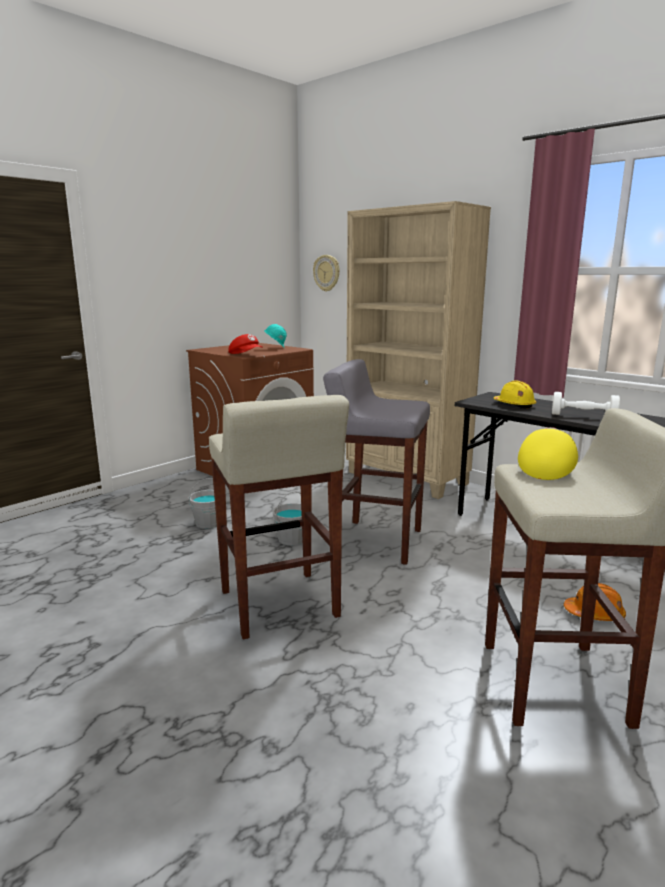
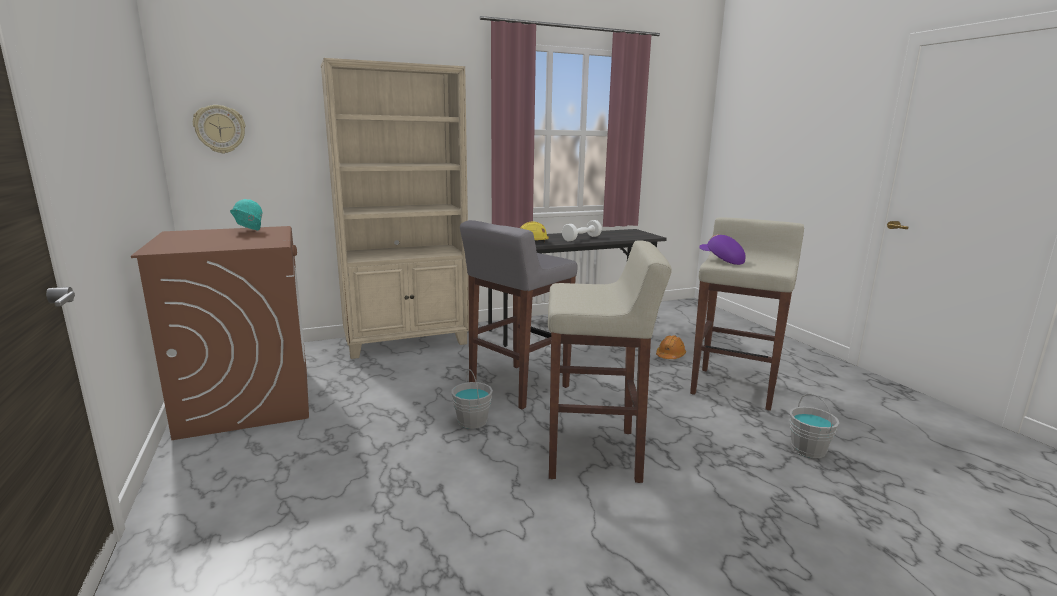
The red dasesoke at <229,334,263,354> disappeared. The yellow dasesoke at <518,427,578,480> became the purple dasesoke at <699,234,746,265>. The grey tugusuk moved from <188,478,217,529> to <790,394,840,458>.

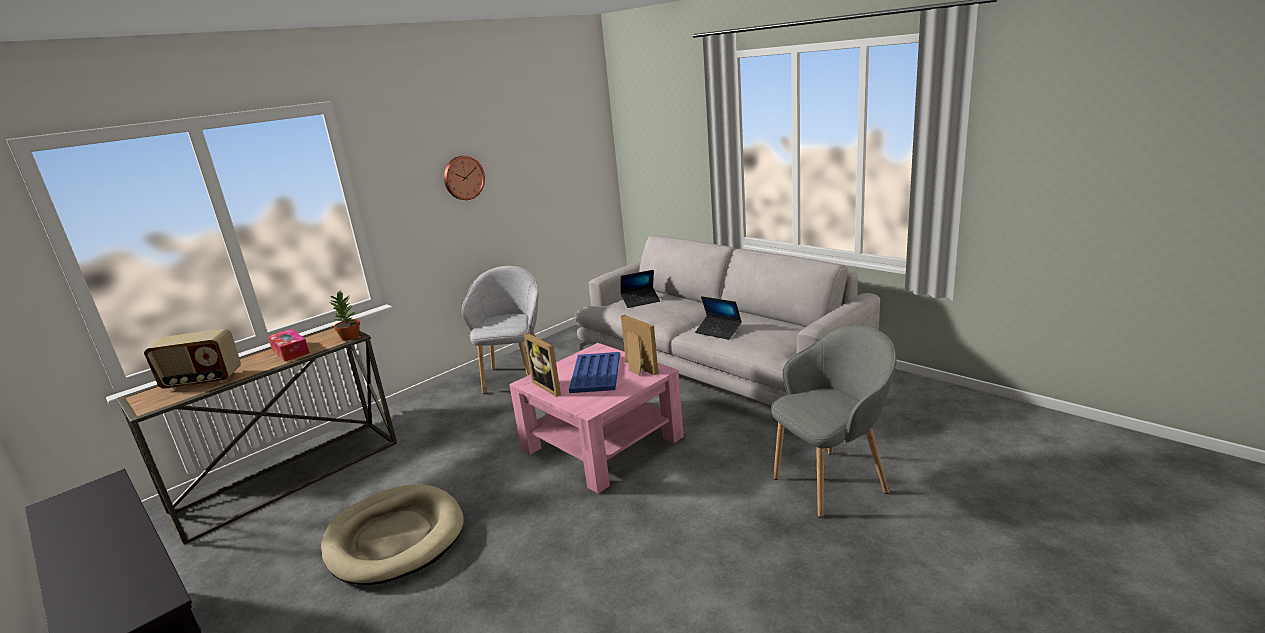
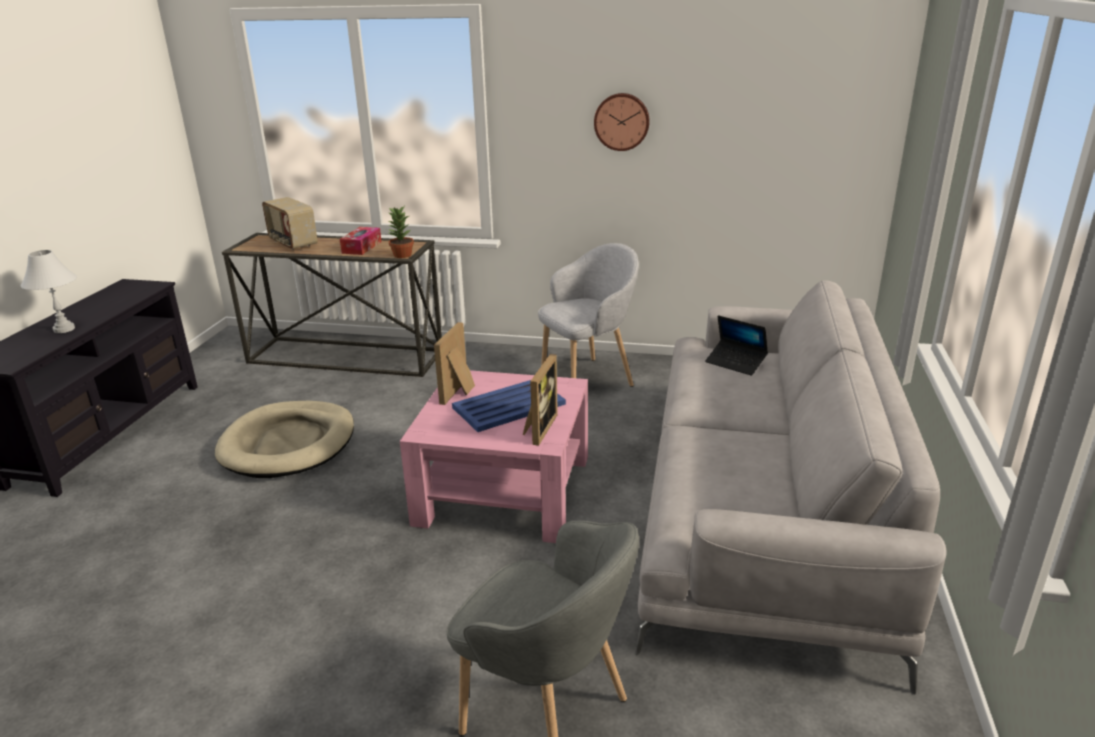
The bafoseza at <695,296,742,340> disappeared. The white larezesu at <21,250,77,333> appeared.

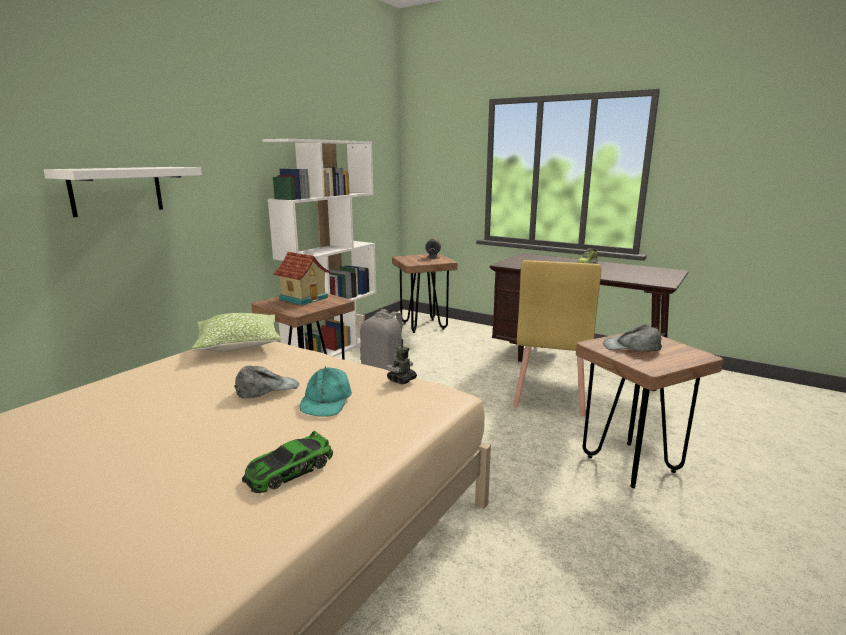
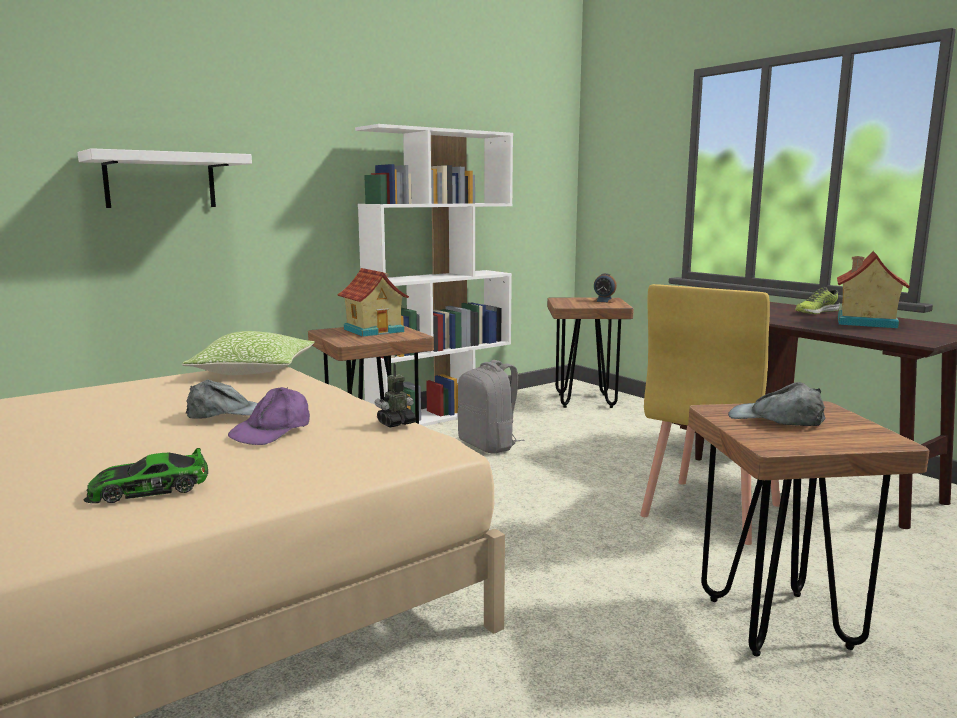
The turquoise dasesoke at <299,367,352,417> became the purple dasesoke at <228,387,310,445>. The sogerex at <837,251,910,328> appeared.

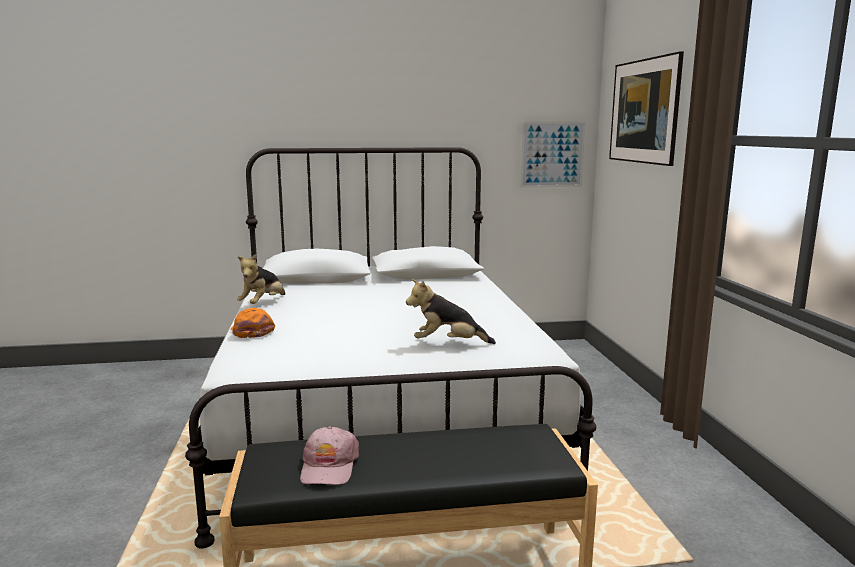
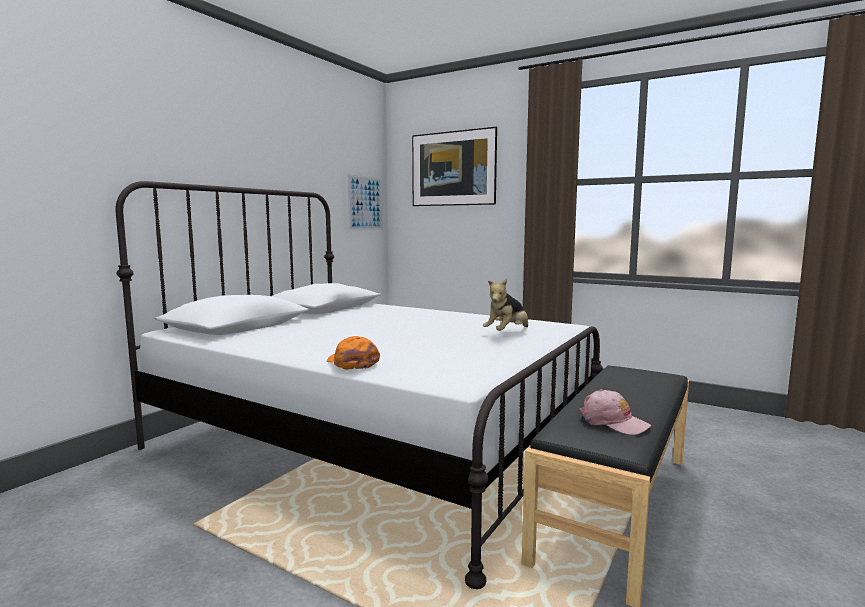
The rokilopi at <237,254,285,304> disappeared. The orange dasesoke at <231,308,275,338> turned 45 degrees clockwise.

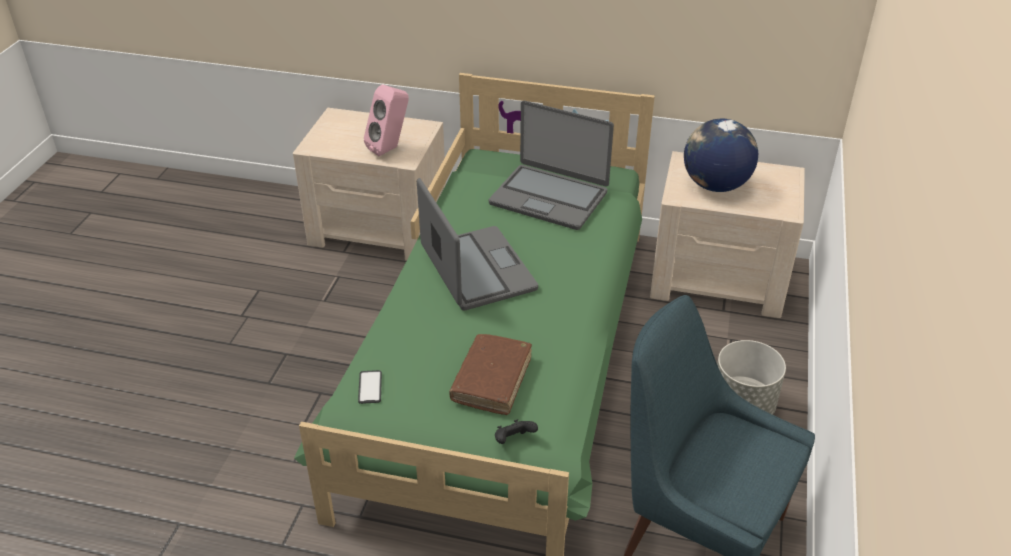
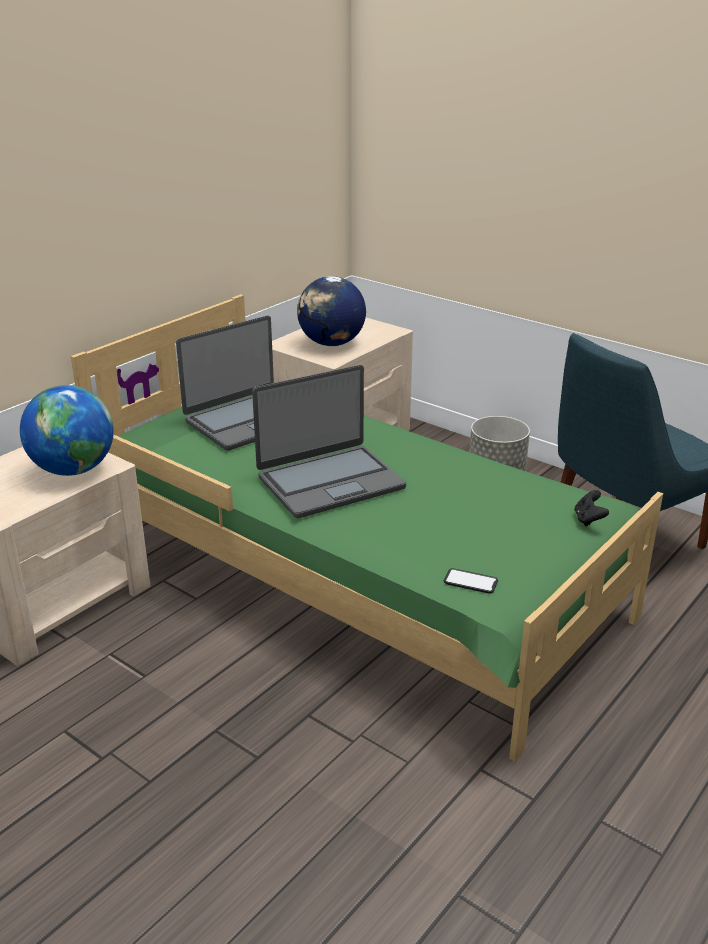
The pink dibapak at <364,84,409,156> was replaced by the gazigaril at <20,385,114,476>. The bafoseza at <417,178,538,311> turned 150 degrees clockwise. The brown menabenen at <449,334,532,415> disappeared.

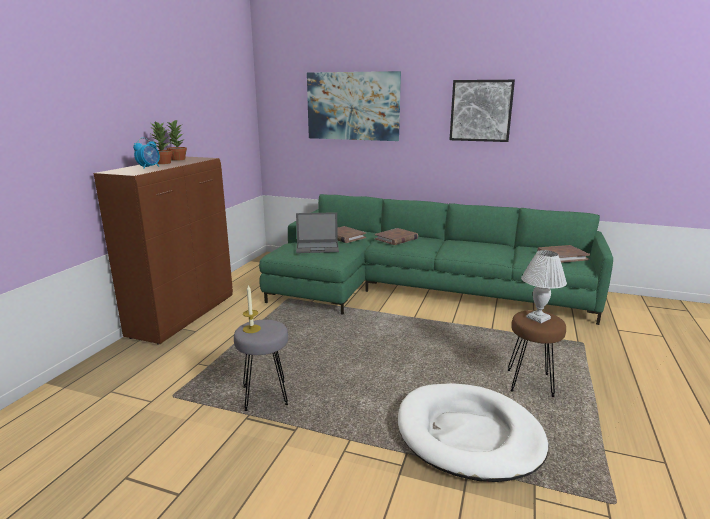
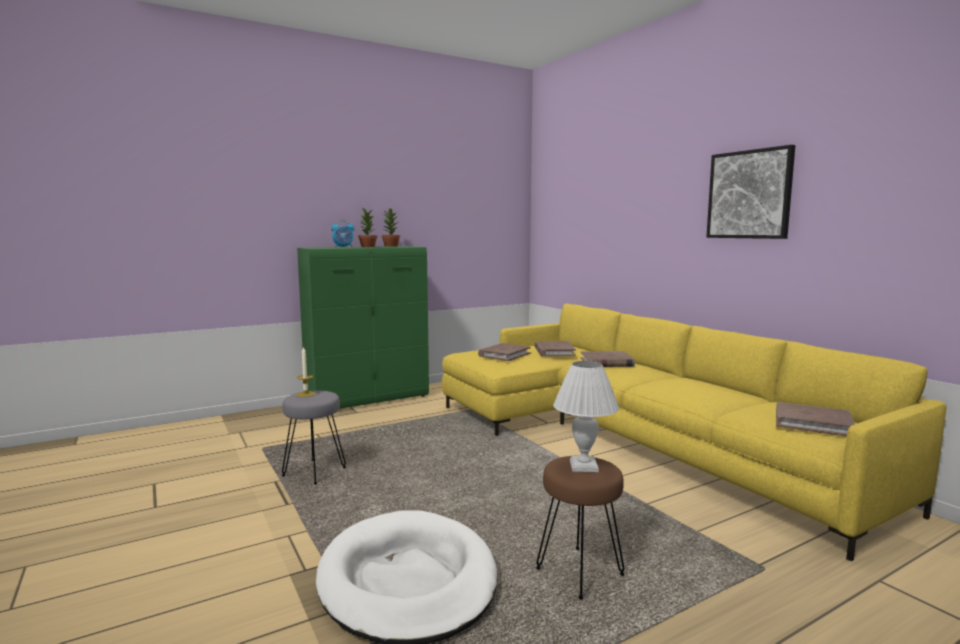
The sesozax at <307,71,401,141> disappeared. The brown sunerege at <93,156,233,345> became the green sunerege at <297,246,429,409>. The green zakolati at <259,194,613,325> became the yellow zakolati at <442,304,946,561>. The bafoseza at <296,212,339,253> was replaced by the brown menabenen at <478,343,531,361>.

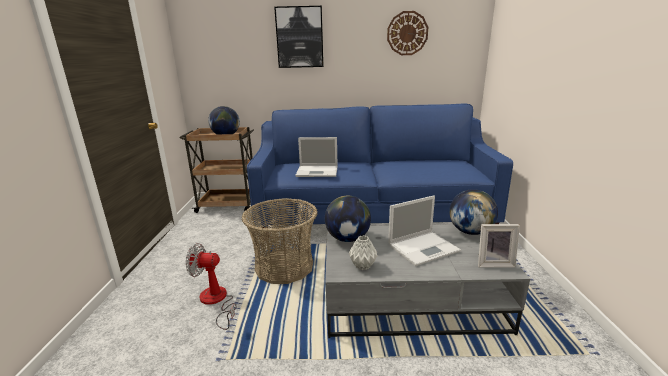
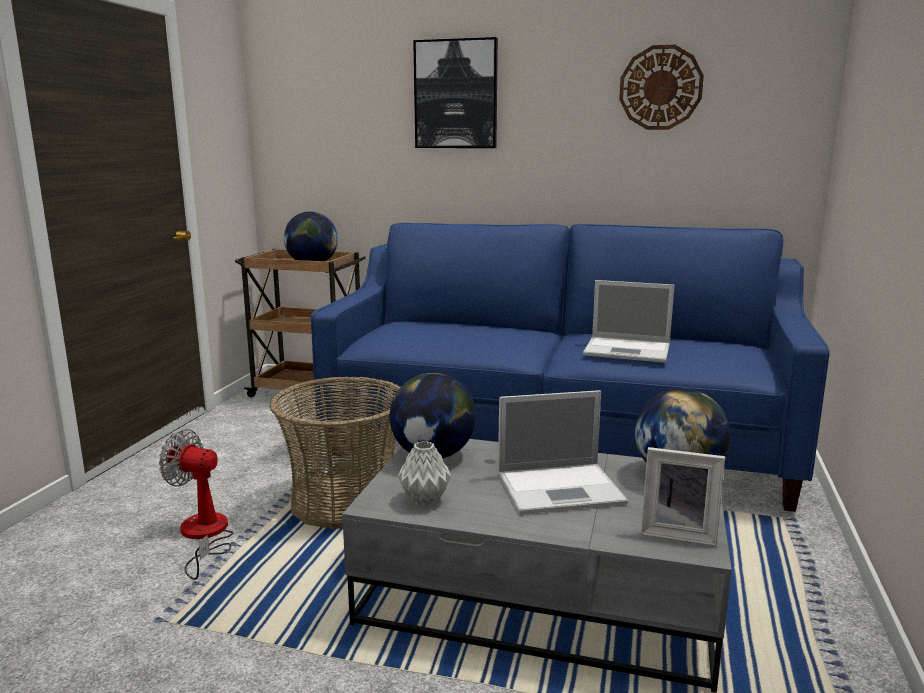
The bafoseza moved from <295,137,337,177> to <583,280,674,363>.

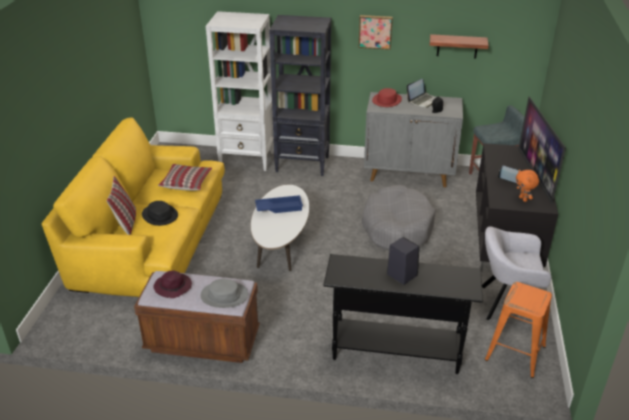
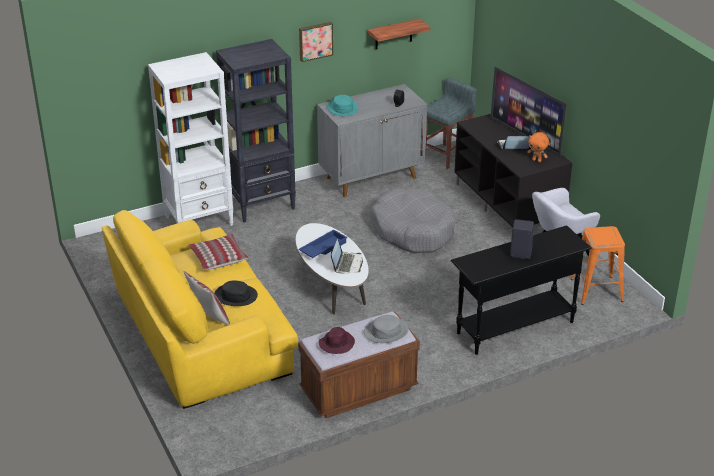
The bafoseza moved from <407,79,438,108> to <331,239,363,273>. The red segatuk at <372,88,402,107> became the turquoise segatuk at <327,95,358,116>.

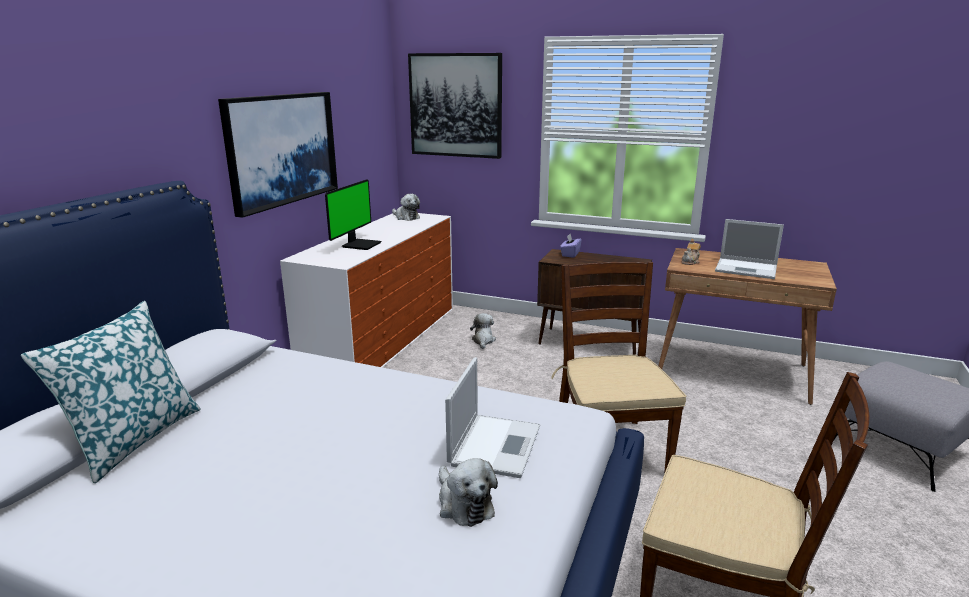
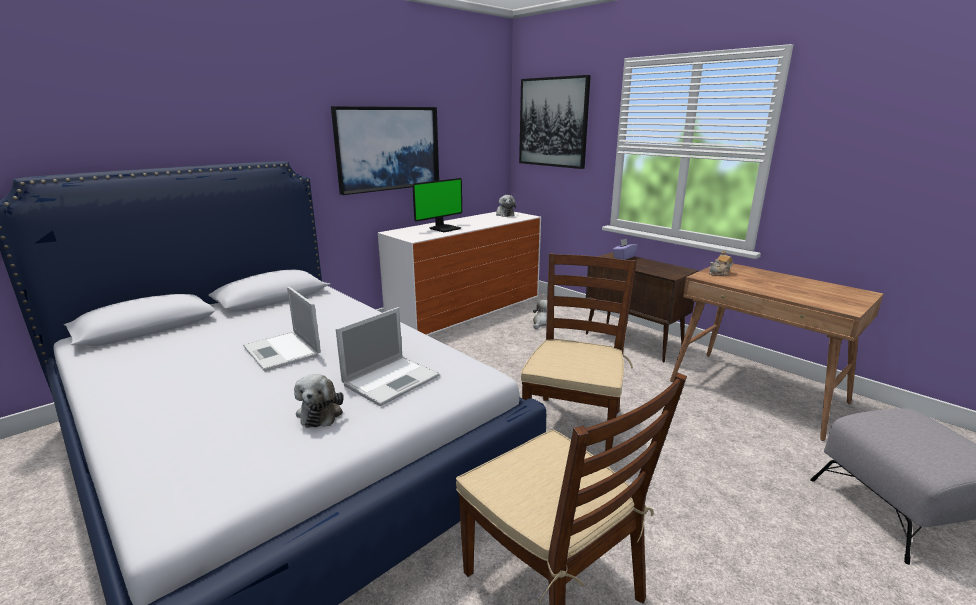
The bafoseza moved from <715,219,784,279> to <243,287,321,372>. The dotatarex at <21,301,201,483> disappeared.

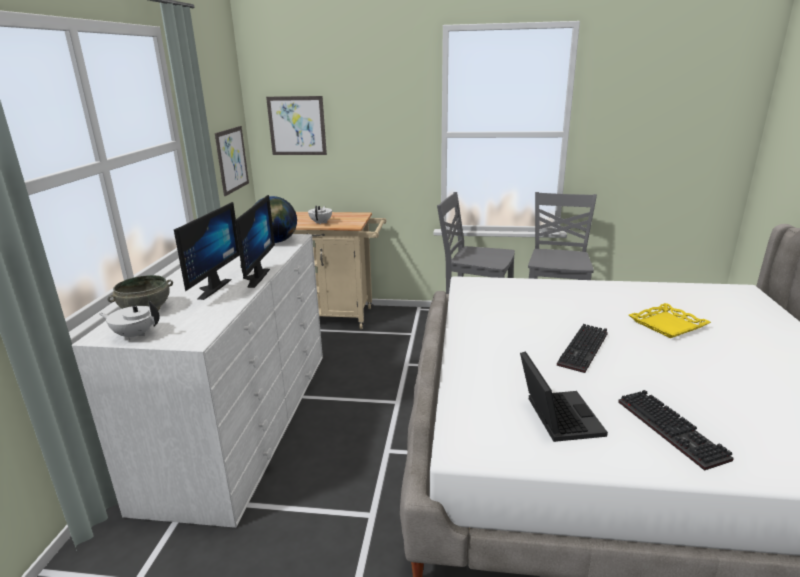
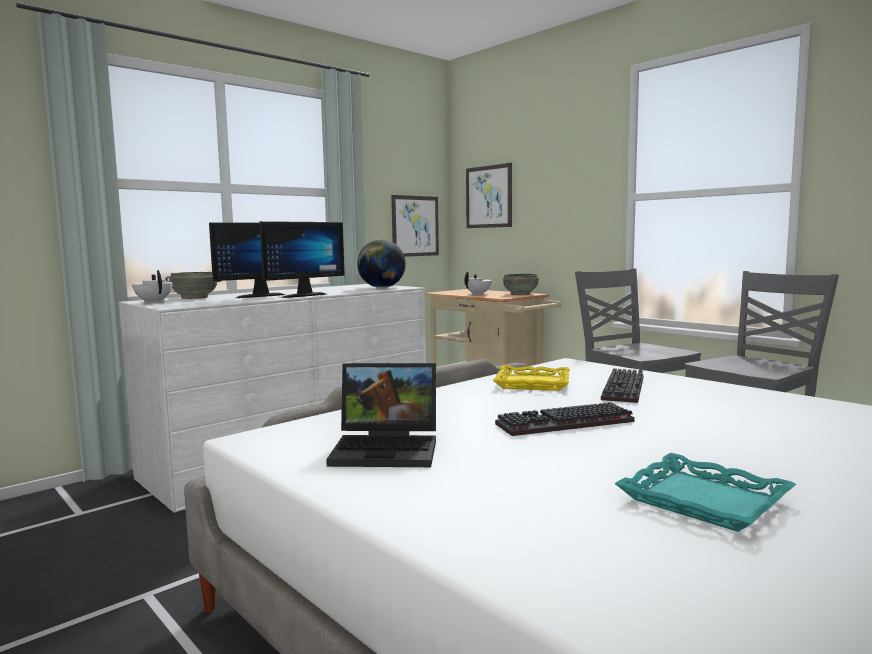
The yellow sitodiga moved from <629,303,711,338> to <493,365,570,391>. The bafoseza at <520,351,608,442> turned 60 degrees clockwise. The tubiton moved from <618,390,734,471> to <601,368,644,403>. The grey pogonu at <503,274,538,295> appeared. The turquoise sitodiga at <614,453,796,532> appeared.

